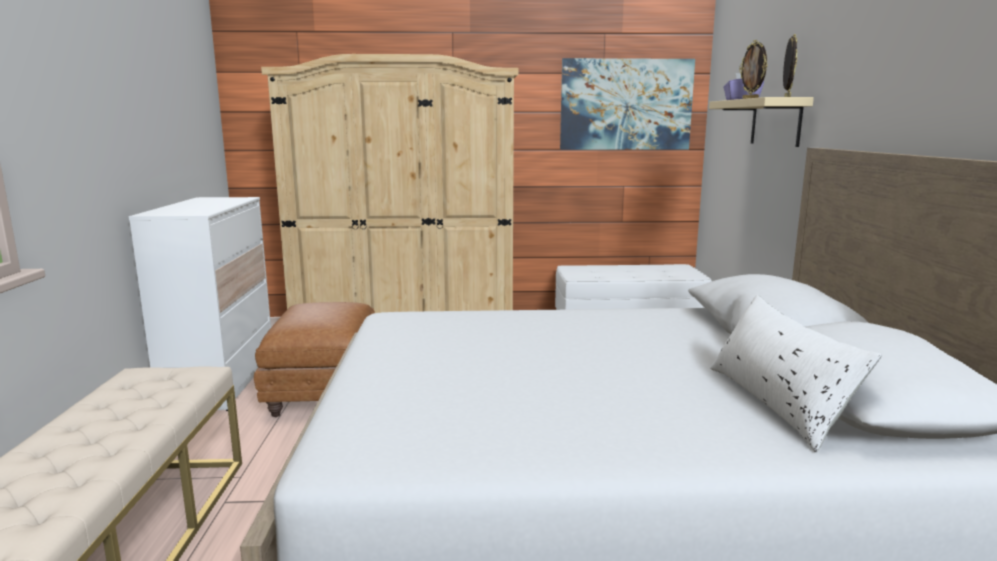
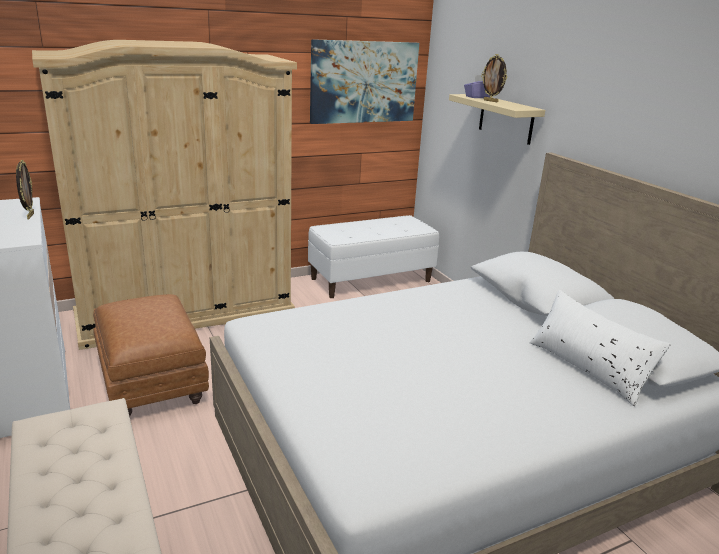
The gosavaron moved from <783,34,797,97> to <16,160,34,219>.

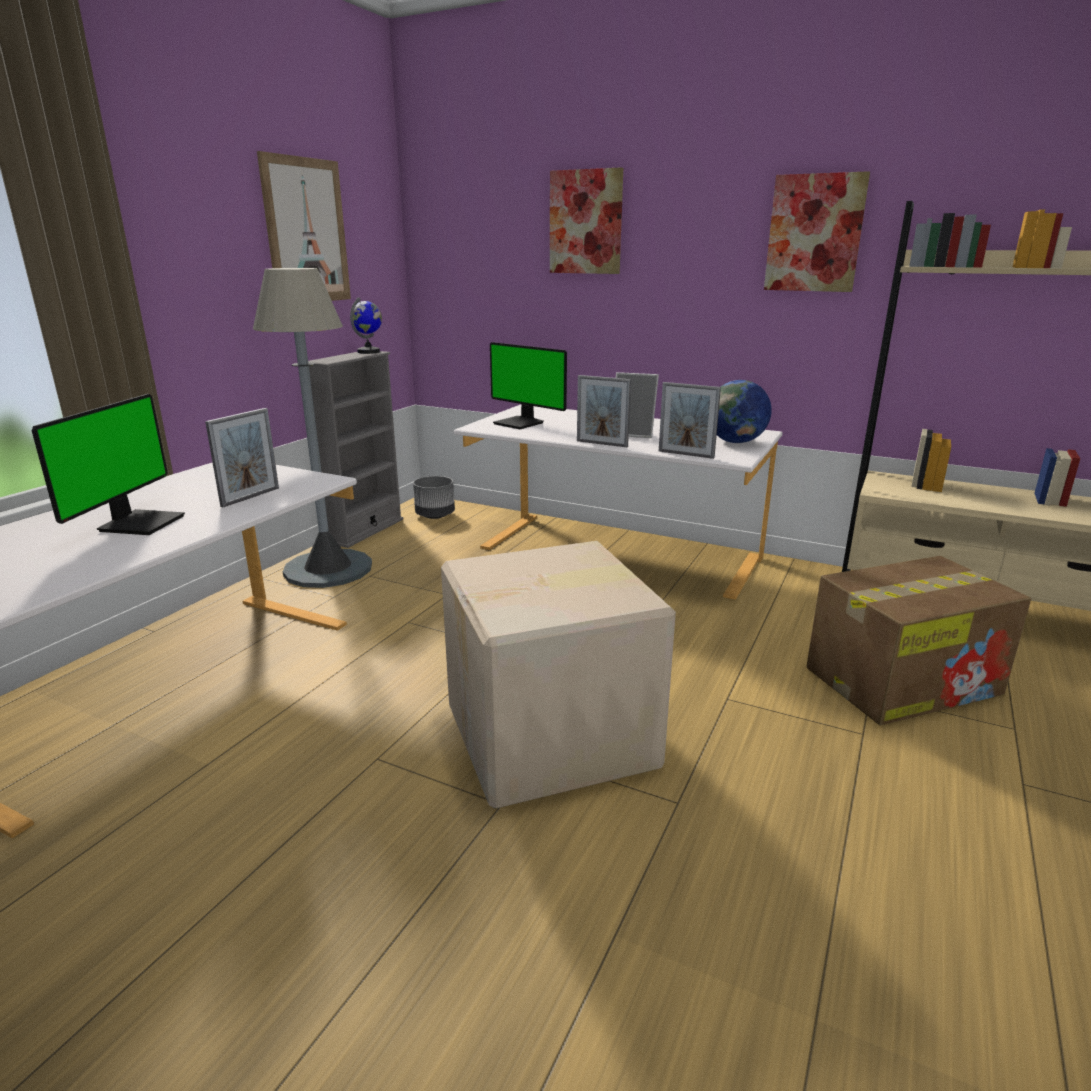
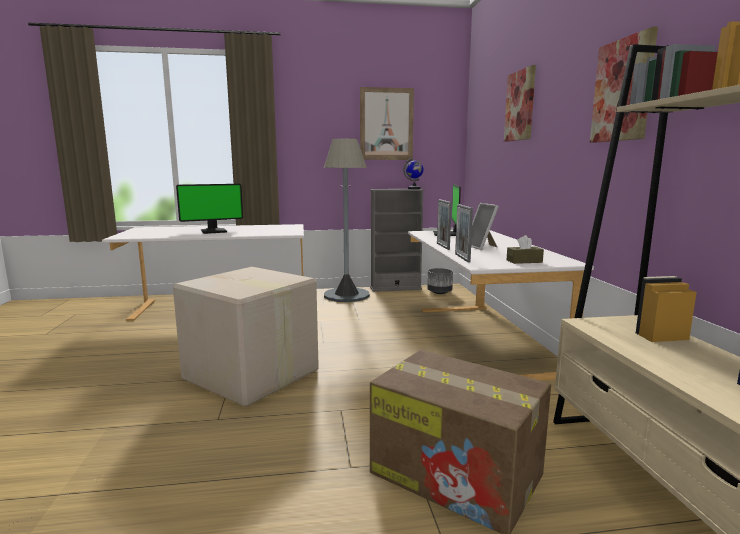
The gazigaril at <717,380,772,443> was replaced by the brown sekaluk at <507,235,544,264>. The gosavaron at <205,408,279,507> disappeared.

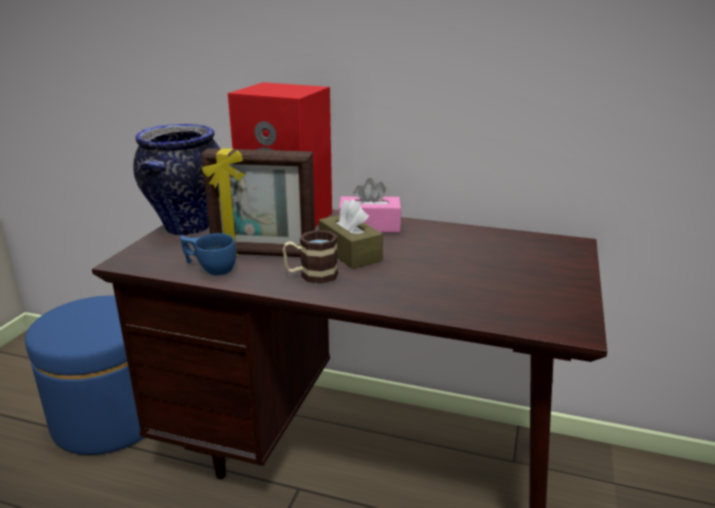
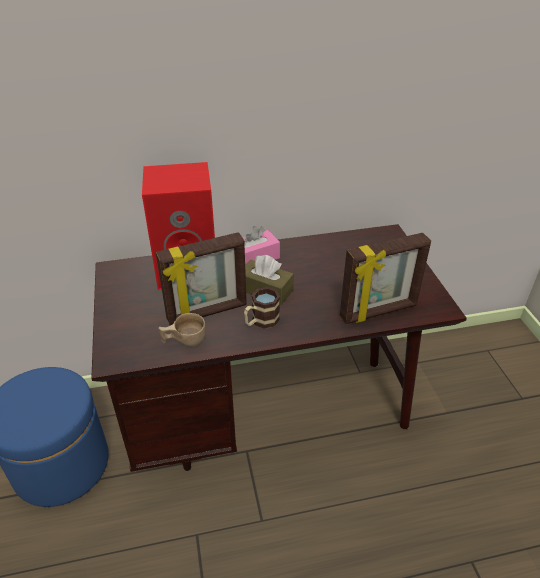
The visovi at <133,124,220,236> disappeared. The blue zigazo at <180,233,236,275> became the beige zigazo at <159,313,206,347>. The gosavaron at <340,233,431,324> appeared.

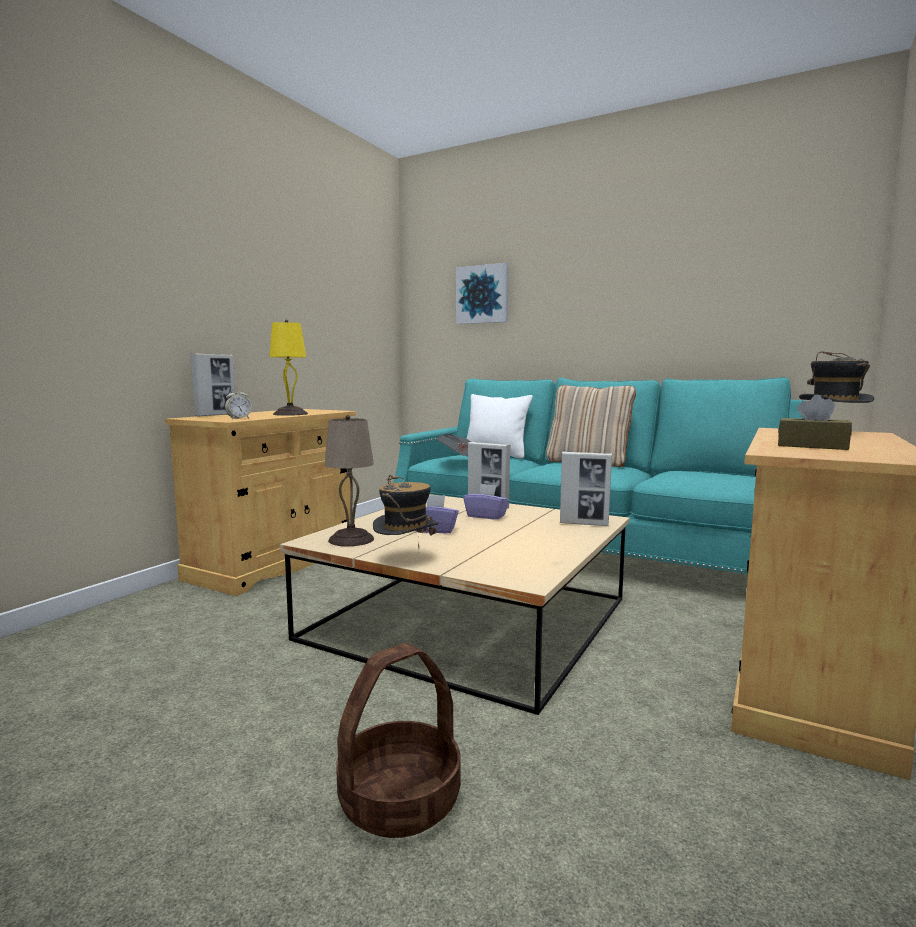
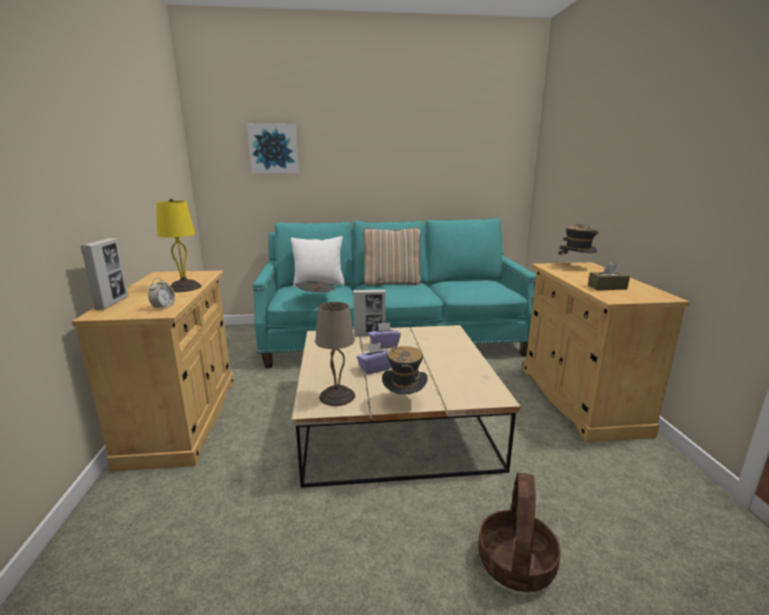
The gosavaron at <560,451,612,526> disappeared.

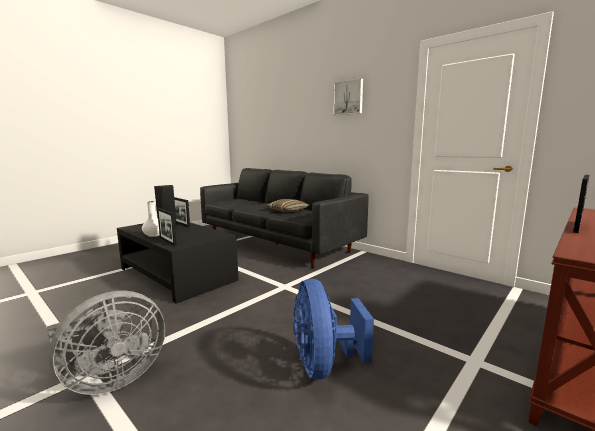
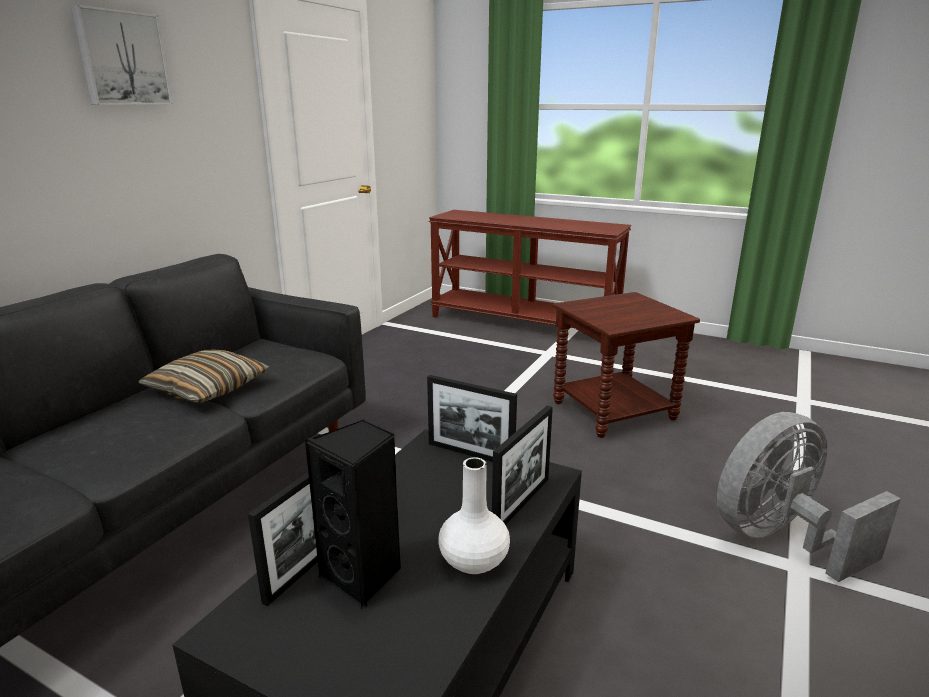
The gosavaron moved from <573,175,589,233> to <427,375,517,462>. The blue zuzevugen at <293,279,374,379> was replaced by the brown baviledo at <553,292,700,438>. The grey zuzevugen at <47,290,165,395> turned 60 degrees counterclockwise.

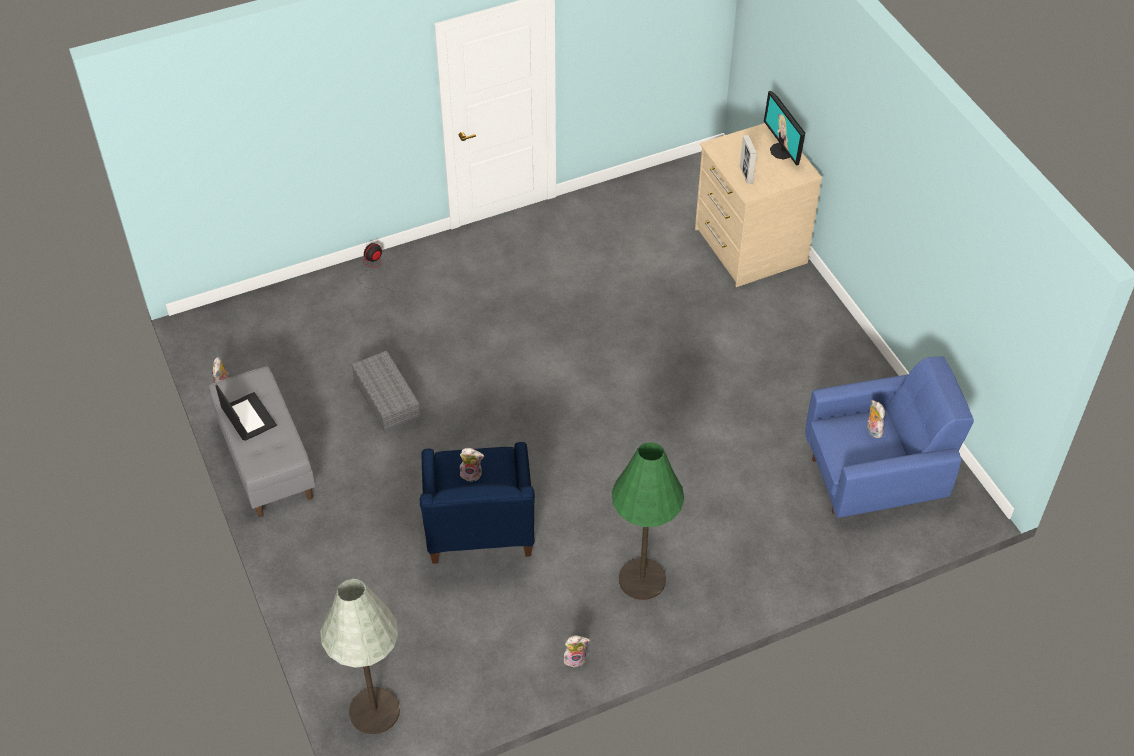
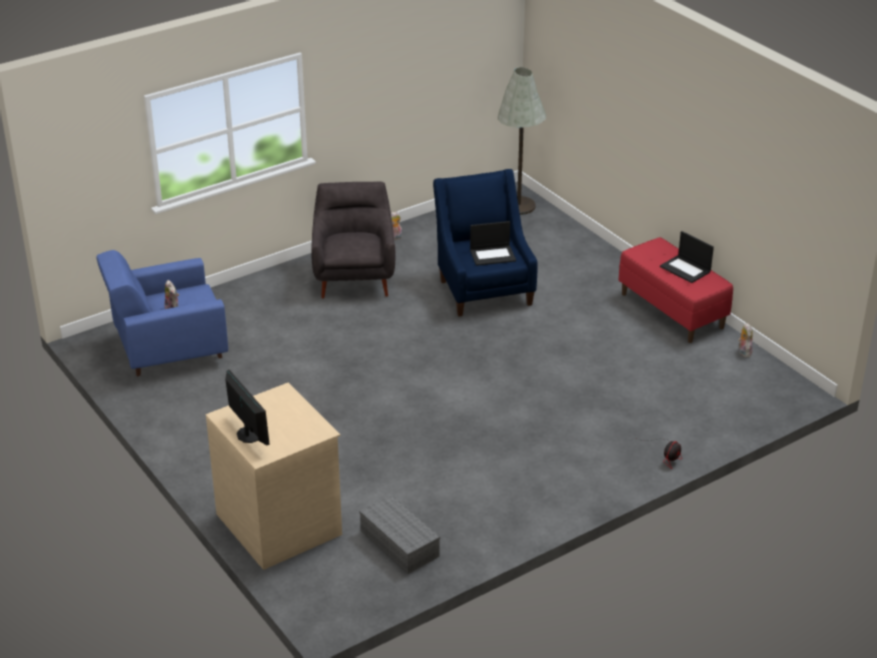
The gosavaron at <740,135,757,184> disappeared. The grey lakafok moved from <351,351,420,434> to <359,495,440,574>. The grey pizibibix at <209,366,316,517> became the red pizibibix at <619,237,733,343>. The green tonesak at <612,442,684,600> was replaced by the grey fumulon at <311,182,396,299>. The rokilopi at <460,448,484,481> was replaced by the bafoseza at <470,221,516,266>.

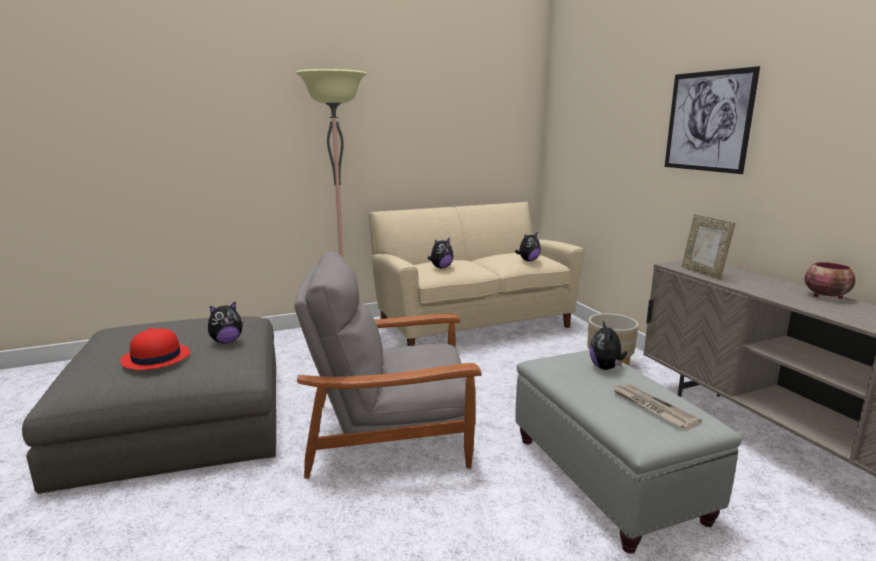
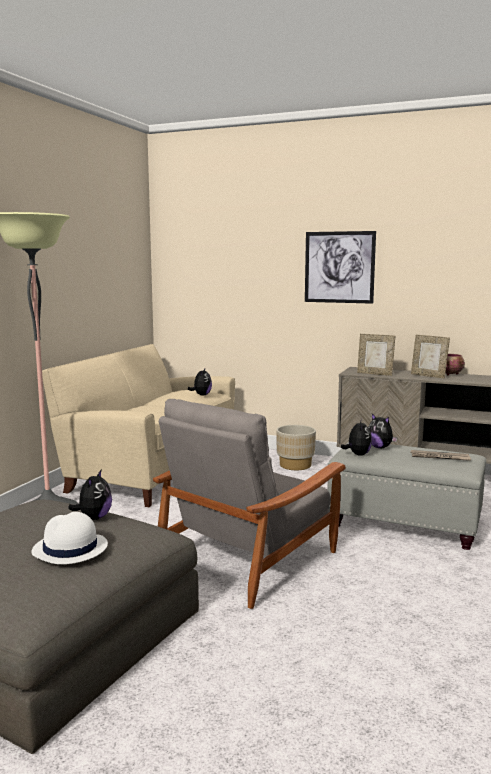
The rokilopi moved from <428,238,453,268> to <341,418,372,456>. The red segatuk at <121,328,190,370> became the white segatuk at <31,512,108,564>. The gosavaron at <411,335,450,379> appeared.

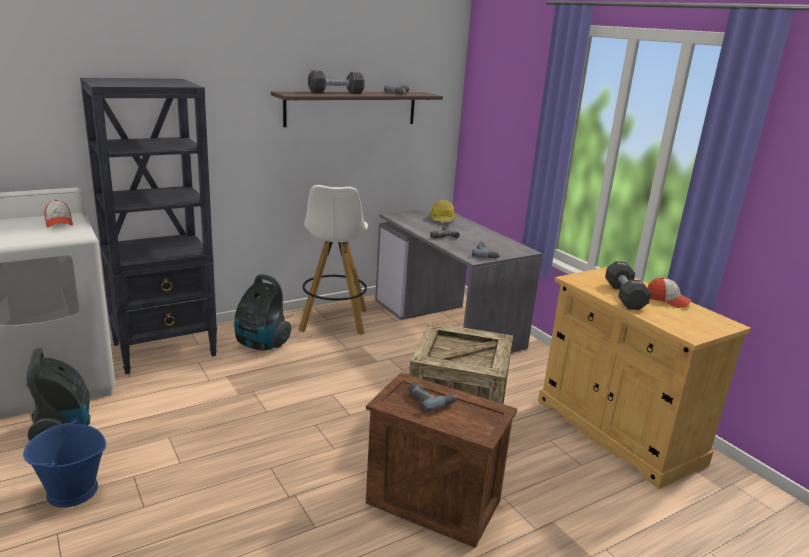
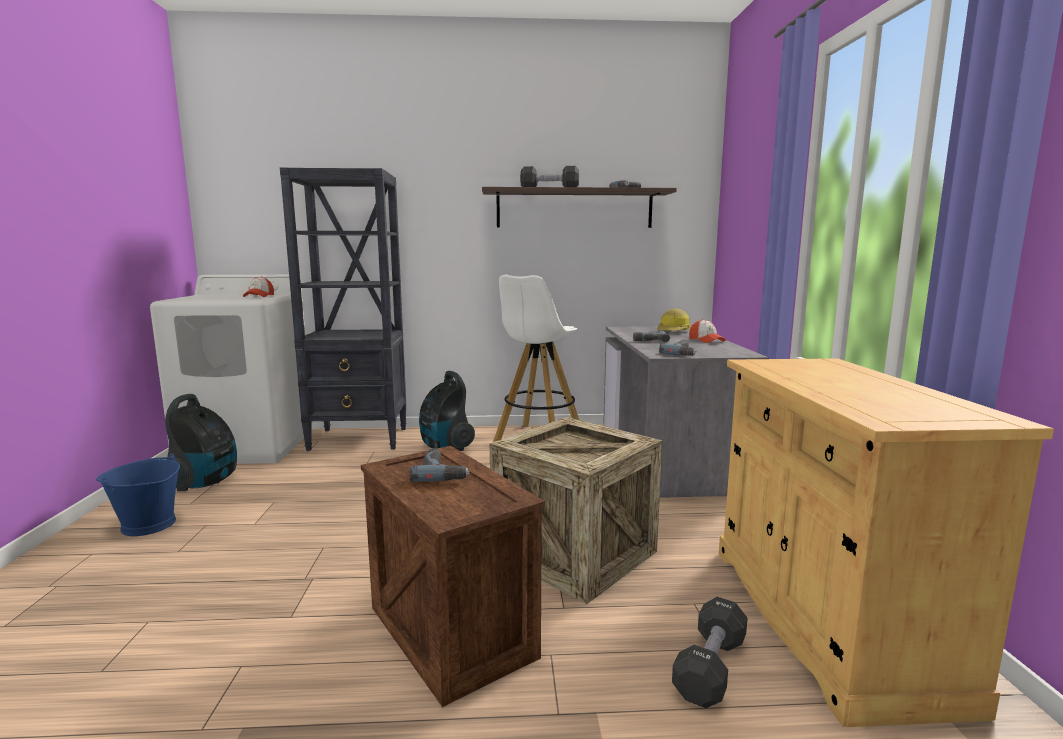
The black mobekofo moved from <605,261,651,310> to <672,597,748,708>. The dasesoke moved from <647,277,692,308> to <689,320,726,343>.

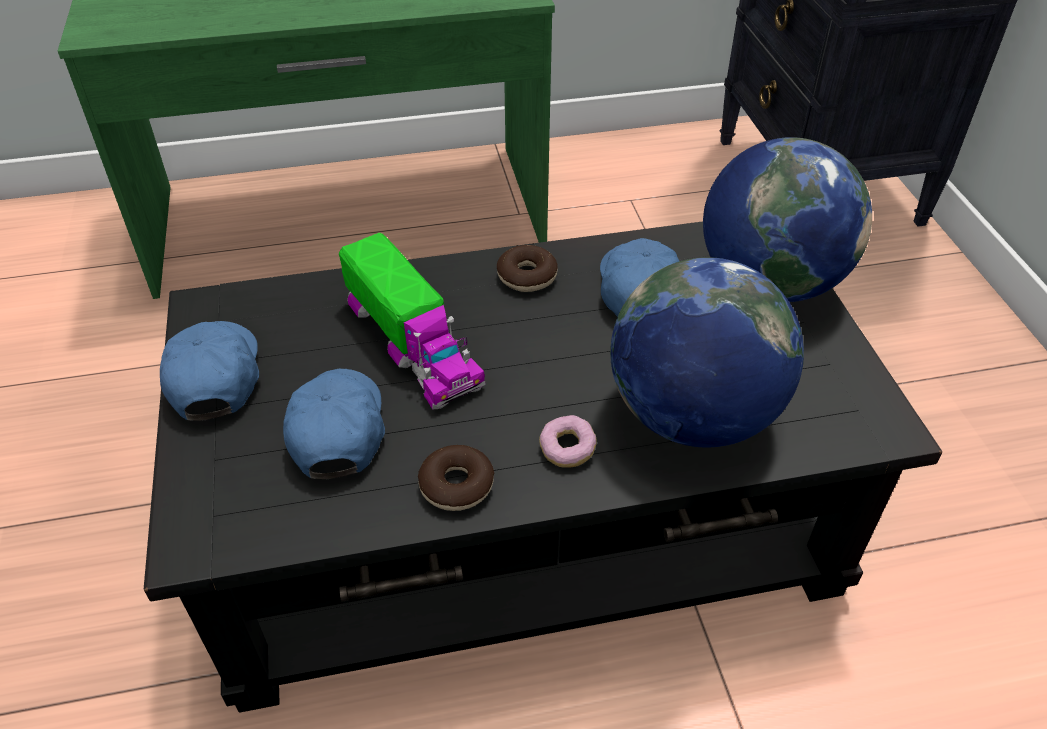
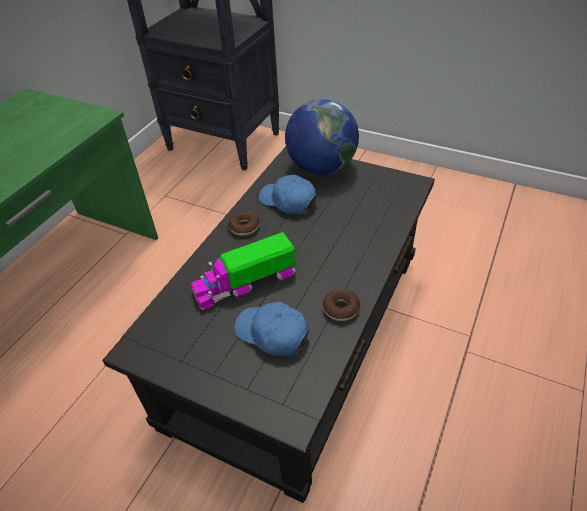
The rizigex at <339,233,485,410> turned 150 degrees clockwise. The gazigaril at <610,257,804,448> disappeared. The blue dasesoke at <160,321,259,421> disappeared. The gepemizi at <539,415,597,467> disappeared.

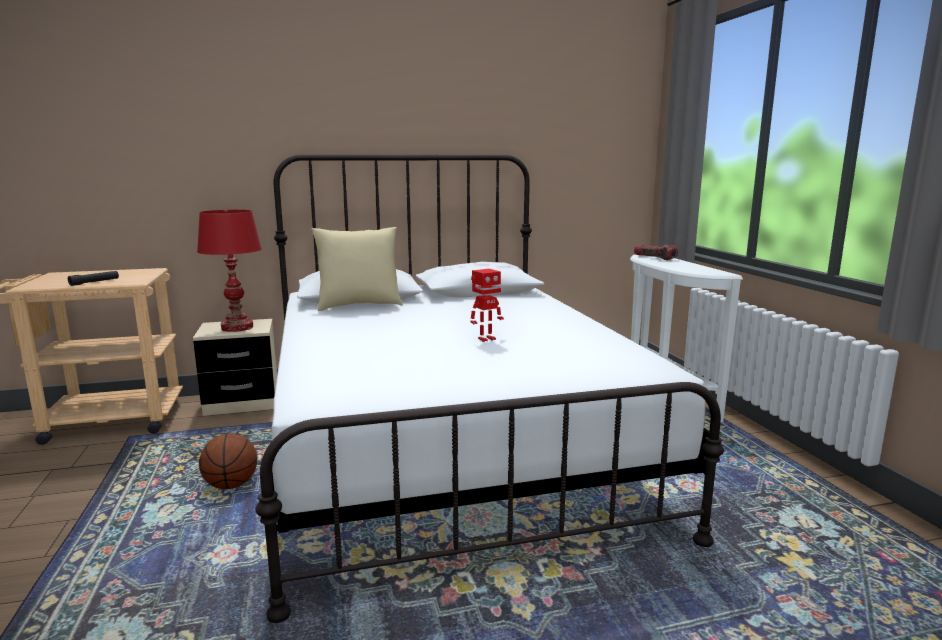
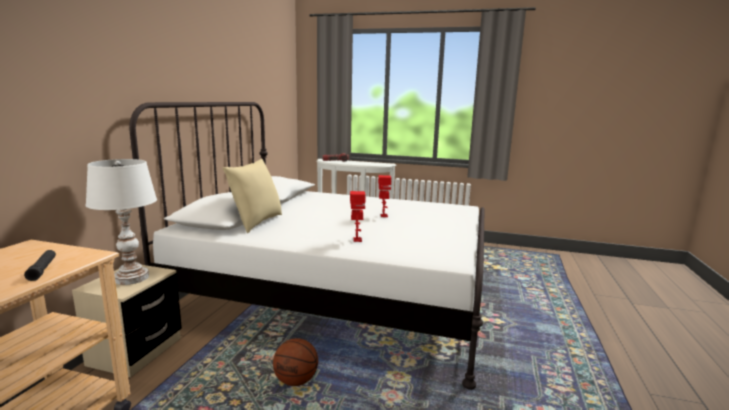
The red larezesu at <197,209,262,332> became the white larezesu at <85,159,157,285>. The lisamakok at <350,191,366,242> appeared.

